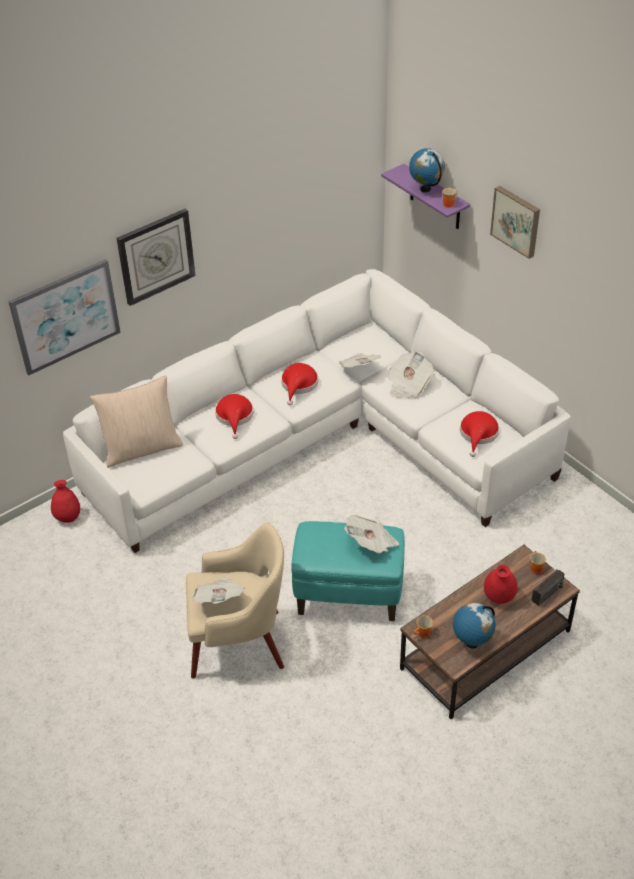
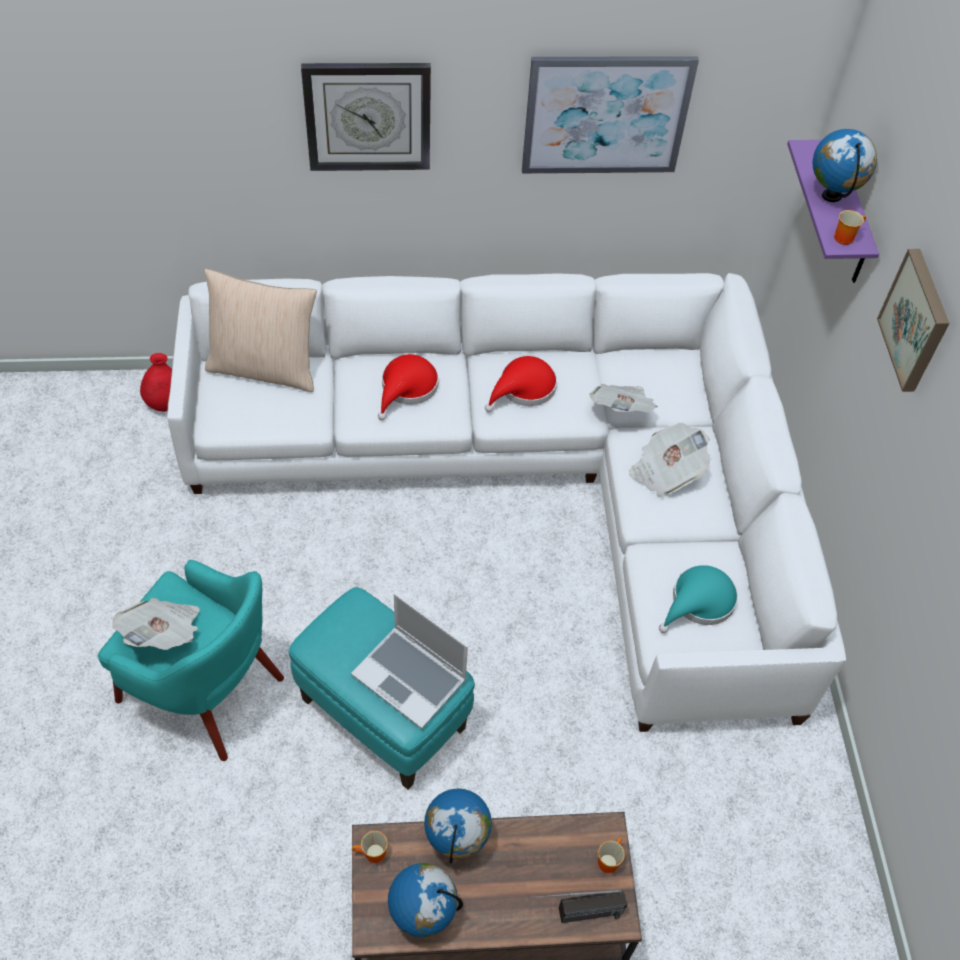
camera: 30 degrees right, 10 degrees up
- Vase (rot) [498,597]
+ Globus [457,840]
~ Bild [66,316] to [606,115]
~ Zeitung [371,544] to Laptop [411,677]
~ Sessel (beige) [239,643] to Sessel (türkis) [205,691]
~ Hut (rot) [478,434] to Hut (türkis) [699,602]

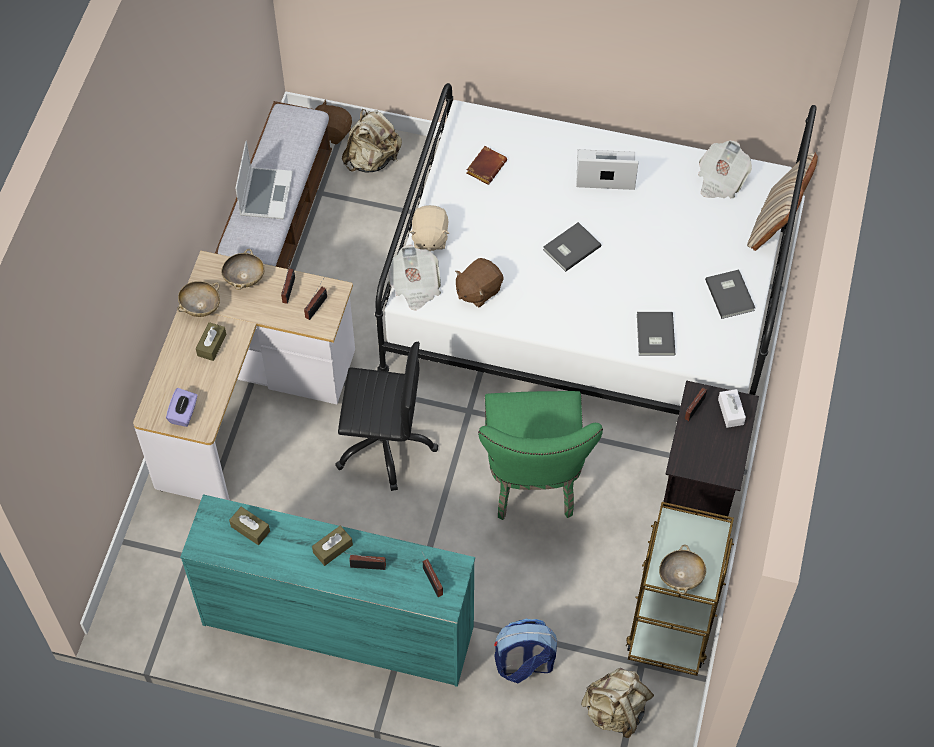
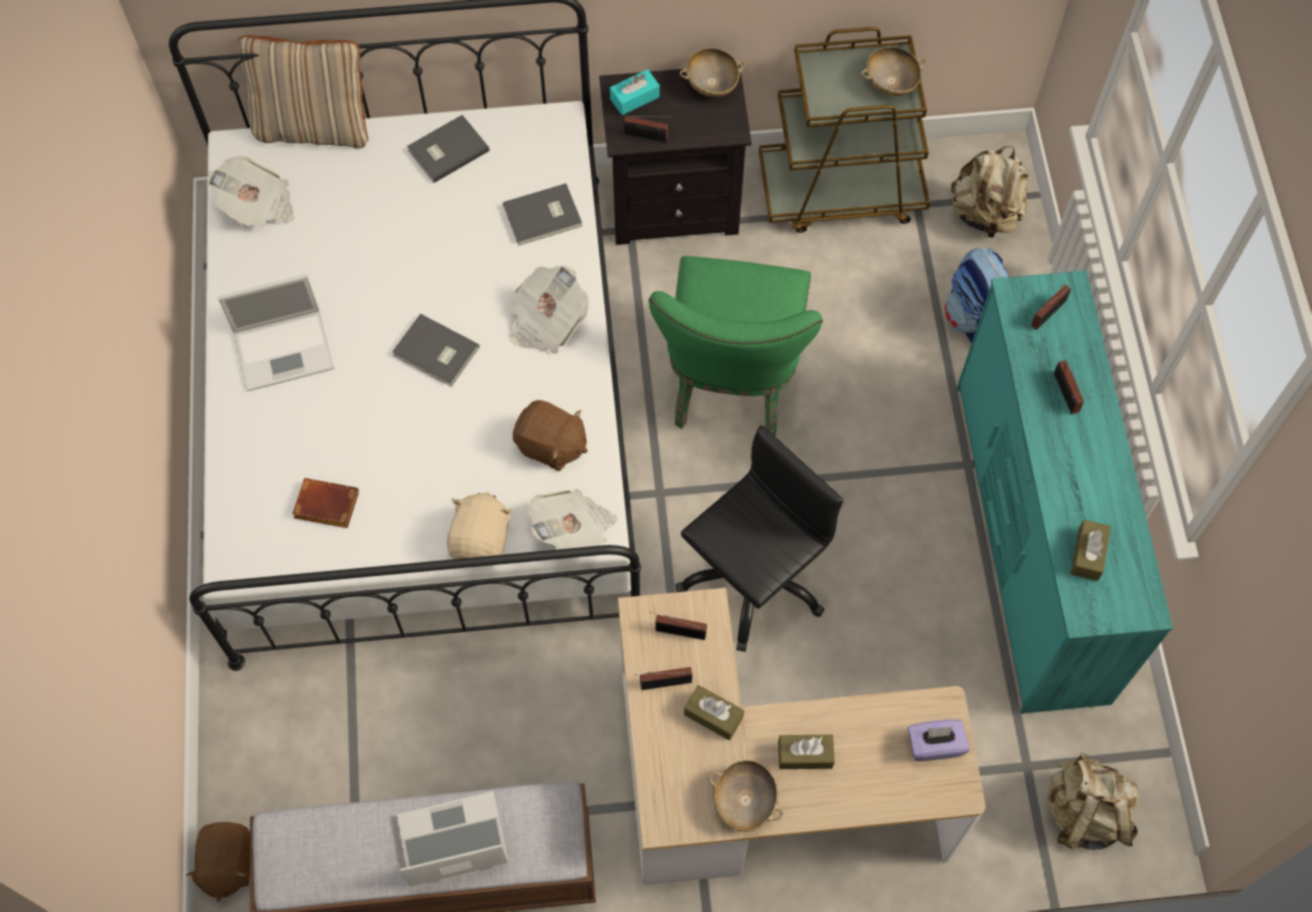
camera: 110 degrees left, 5 degrees up
+ Zeitung [547,321]
~ Schüssel (beige) [244,278] to [712,84]
~ Taschentuchbox (braun) [332,549] to [713,716]
~ Rucksack (beige) [372,159] to [1084,813]
~ Taschentuchbox (weiß) [730,412] to Taschentuchbox (türkis) [634,98]
~ Bürostuhl (schwarz) [384,444] = [752,579] 60 degrees clockwise
~ Plüschtier (beige) [429,237] = [481,540] 60 degrees counterclockwise
~ Stuhl (grün) [533,481] = [732,384] 120 degrees clockwise
~ Laptop [604,171] = [285,349] 90 degrees counterclockwise

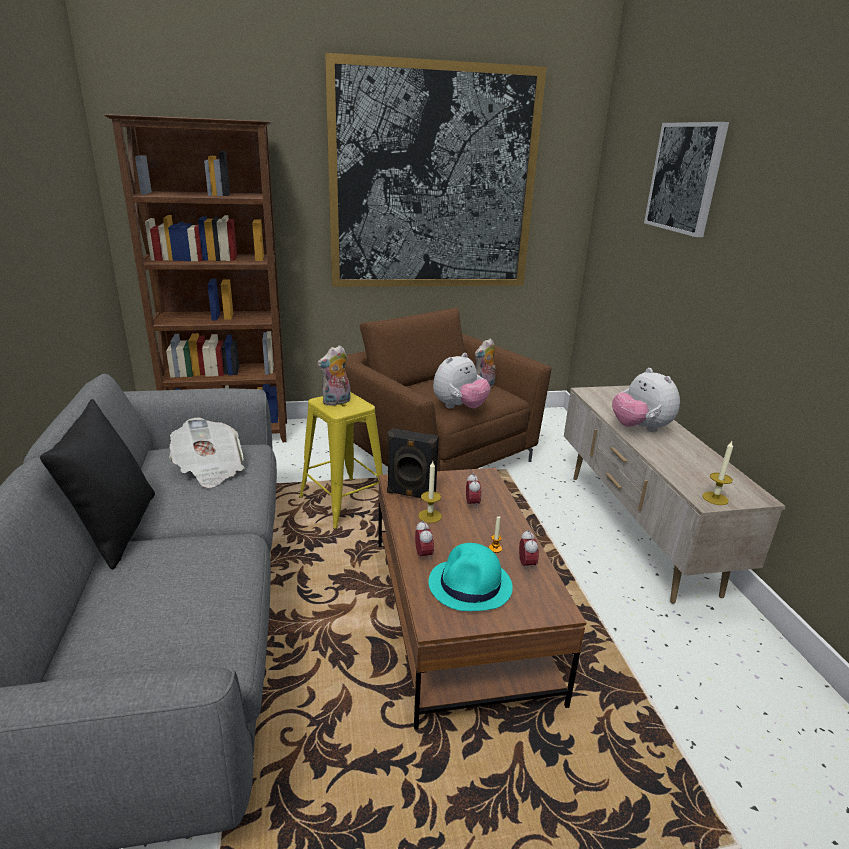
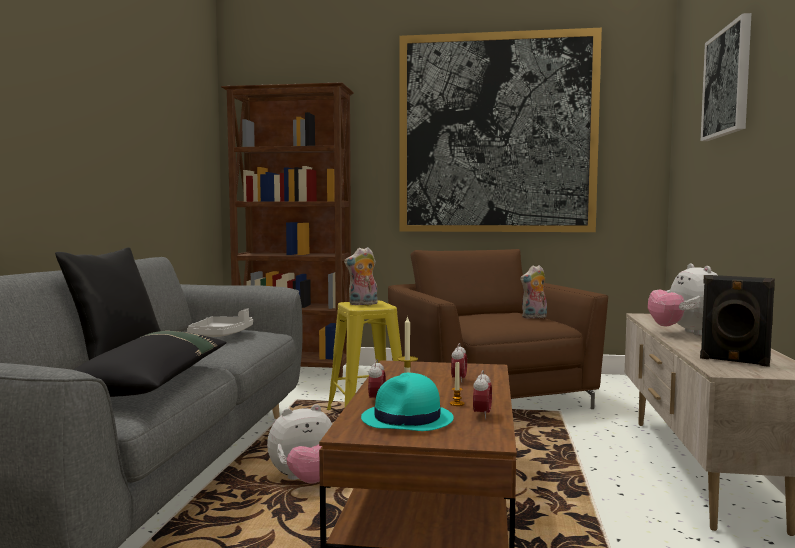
camera: 20 degrees right, 20 degrees down
- Kerze [715,498]
+ Kissen (schwarz) [153,380]
~ Lautsprecher (schwarz) [411,494] to [734,361]
~ Plüschtier [459,407] to [305,481]
~ Zeitung [209,469] to Tablett (grau) [221,335]

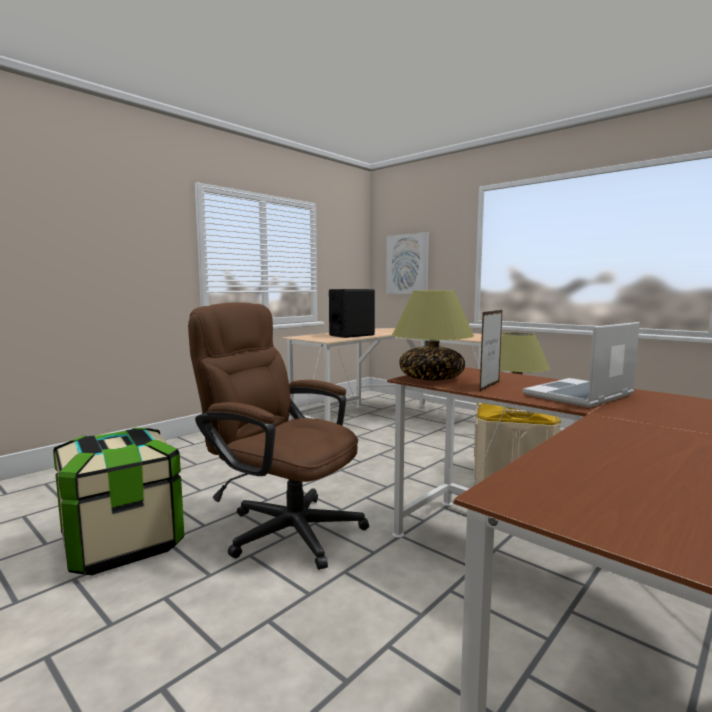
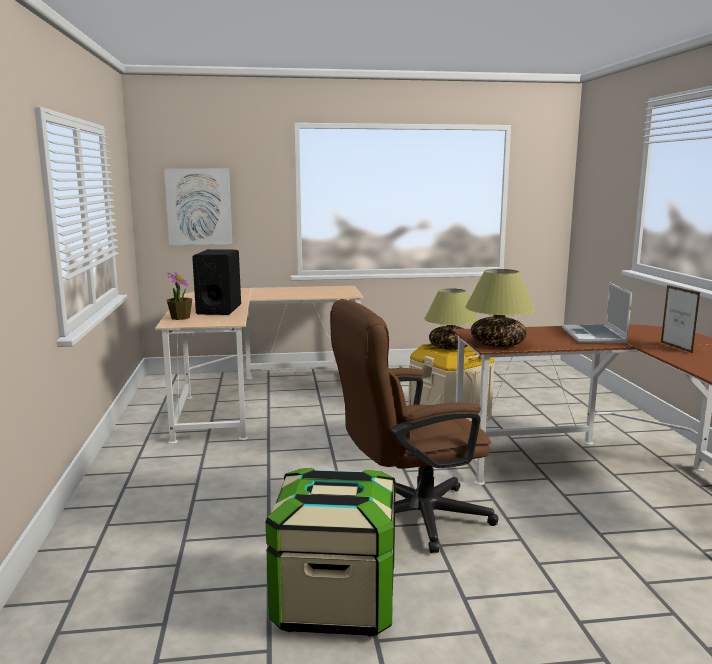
camera: 50 degrees left, 5 degrees up
+ Topfpflanze [180,317]
~ Bilderrahmen [489,386] to [676,347]

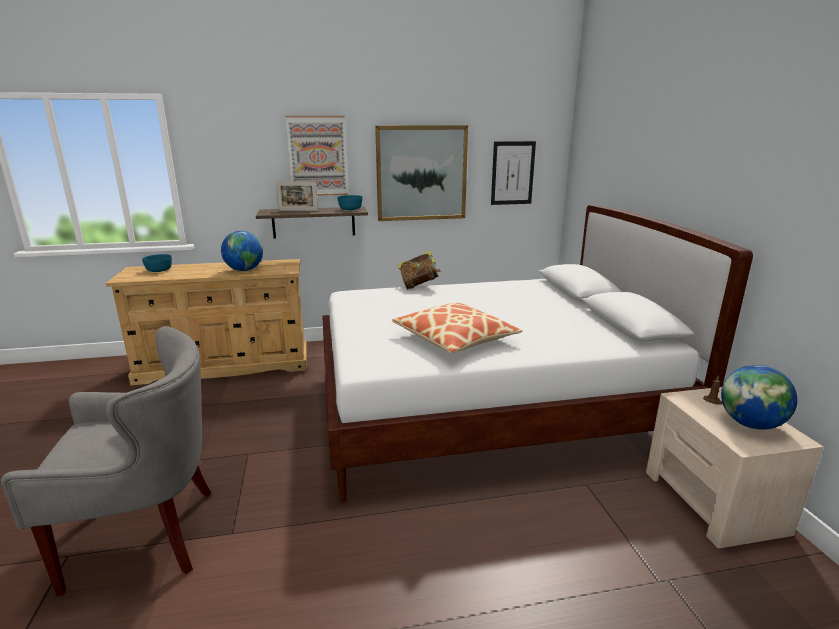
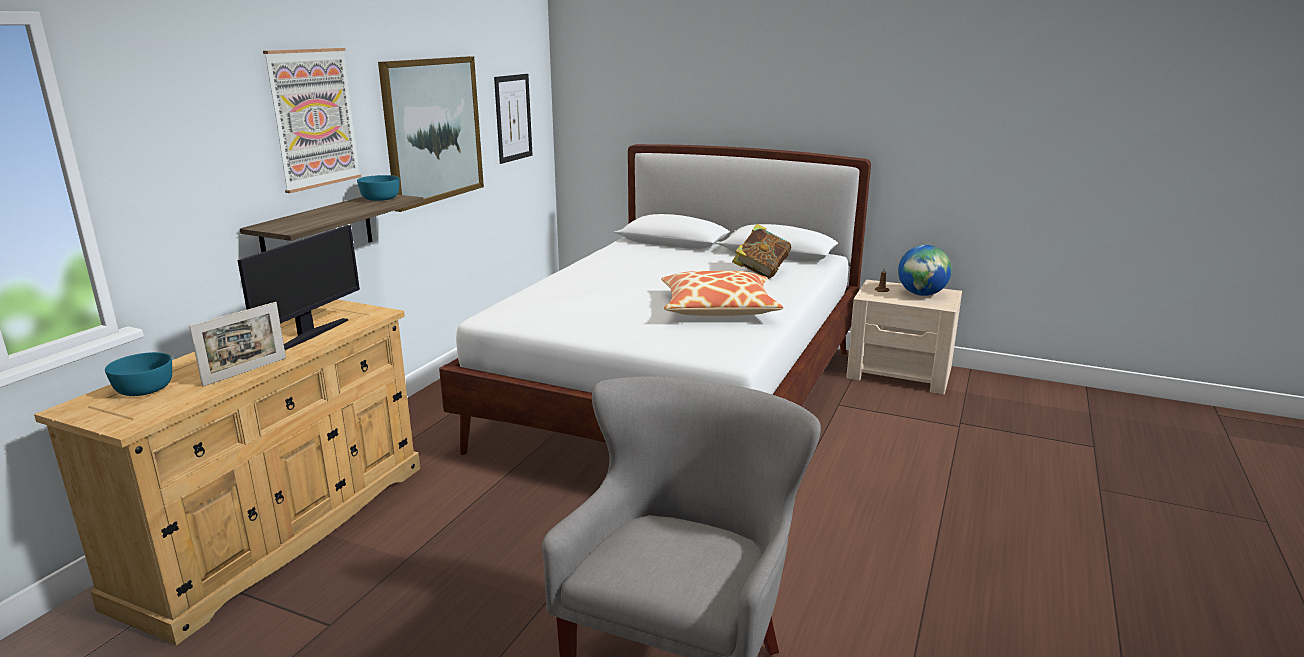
camera: 55 degrees left, 0 degrees up
~ Bilderrahmen [298,210] to [245,371]
~ Buch [419,285] to [761,272]
~ Globus [244,270] to Monitor [310,335]

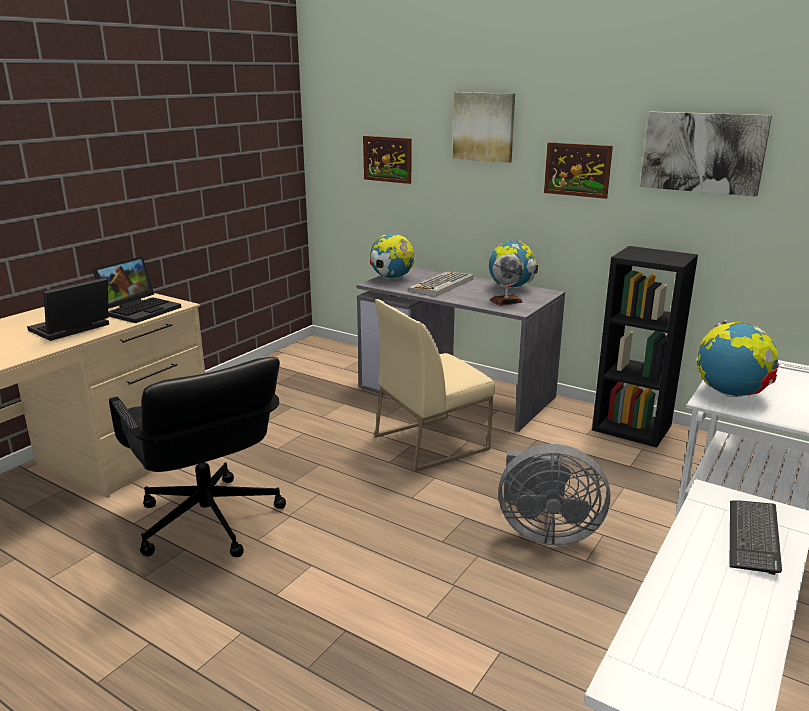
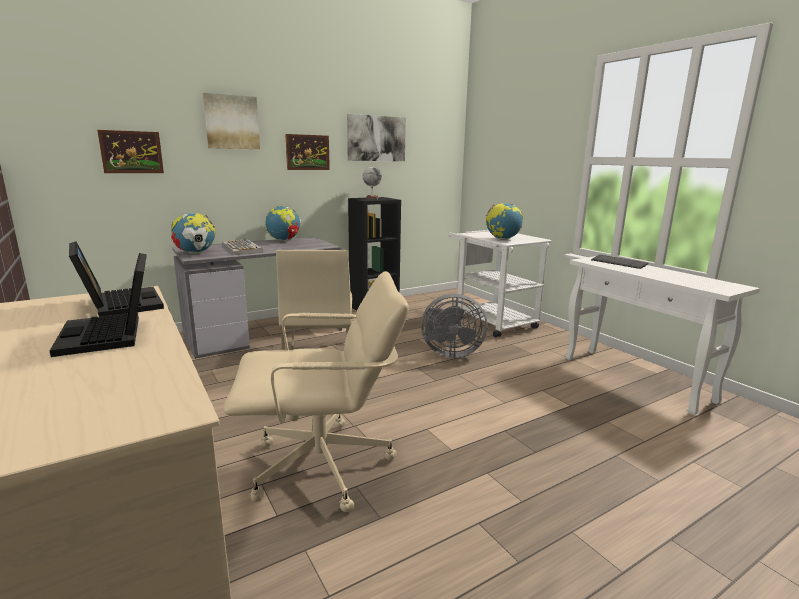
camera: 65 degrees left, 5 degrees down
~ Globus [506,301] to [372,198]
~ Bürostuhl (schwarz) [208,522] to Bürostuhl (beige) [323,466]
~ Ventilator (grau) [545,532] = [449,353] 60 degrees clockwise

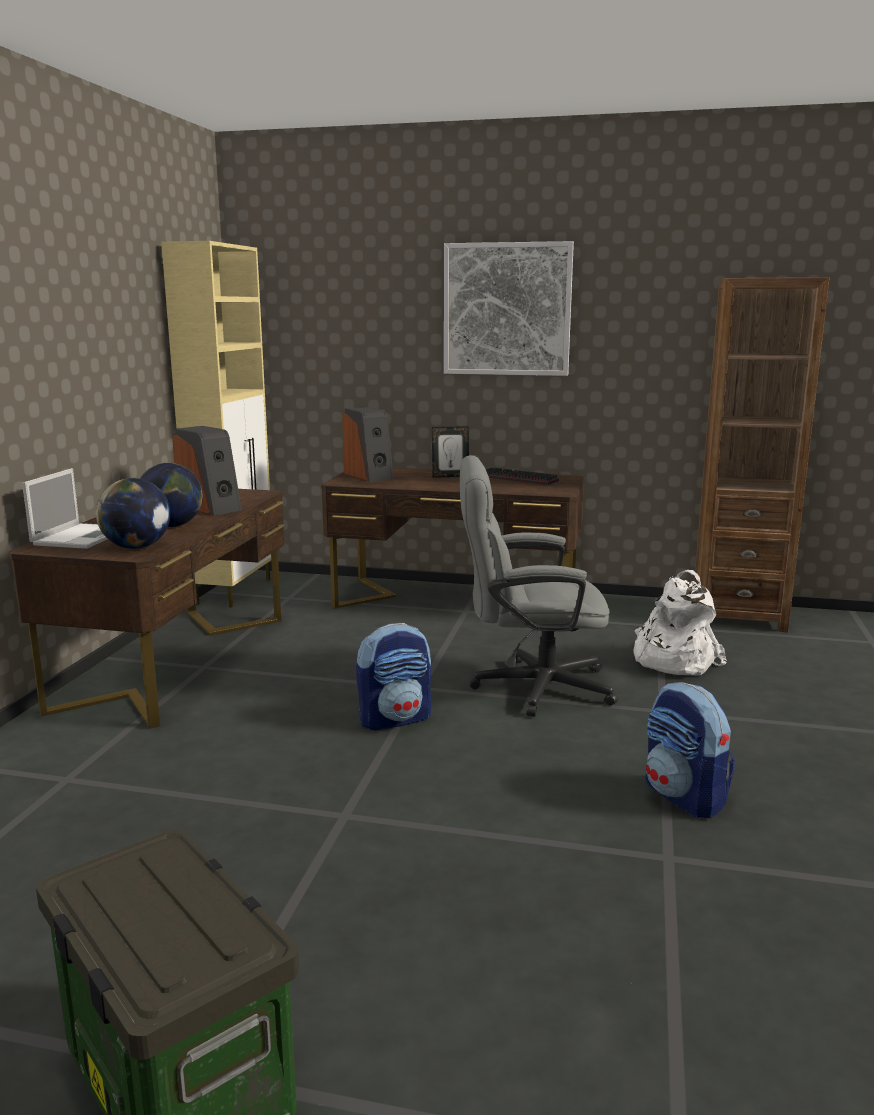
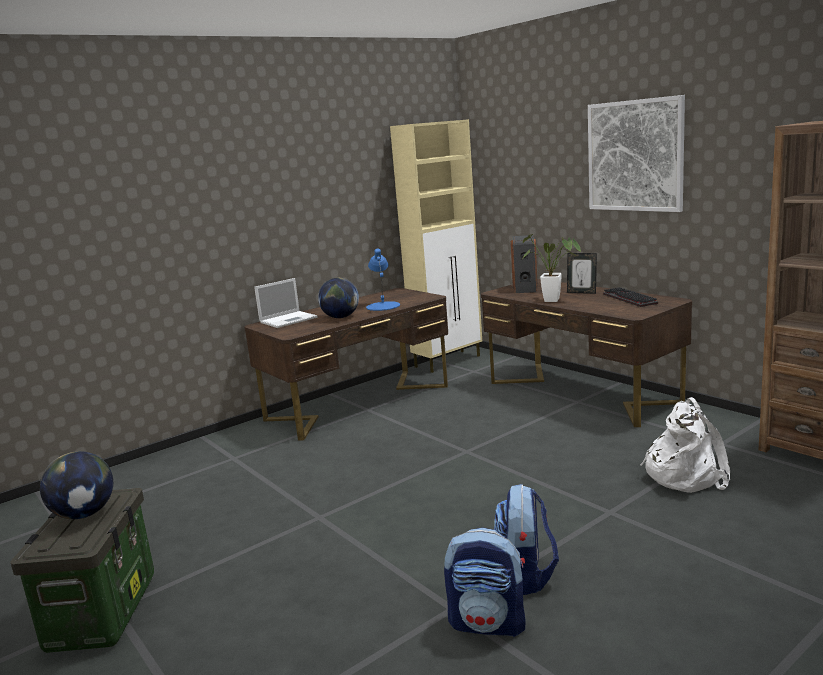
camera: 40 degrees right, 0 degrees up
- Bürostuhl (grau) [529,687]
+ Topfpflanze [555,300]
~ Globus [137,547] to [84,514]
~ Rucksack [395,719] to [488,623]
~ Lautsprecher [210,508] to Tischlampe (blau) [383,306]

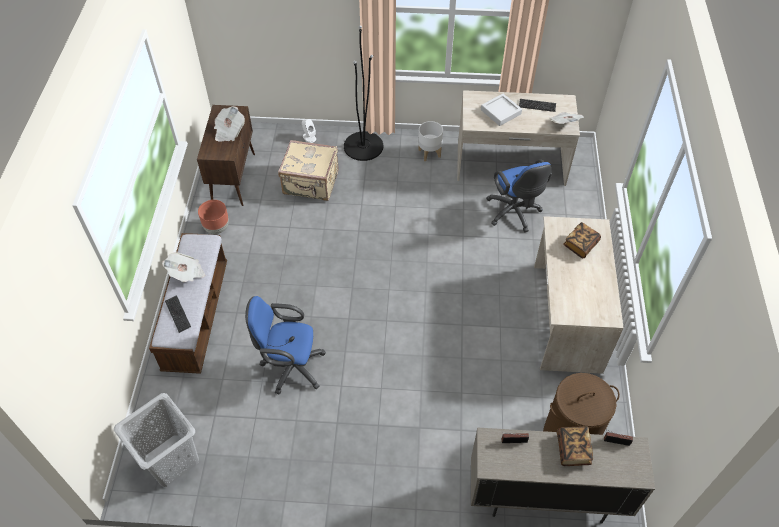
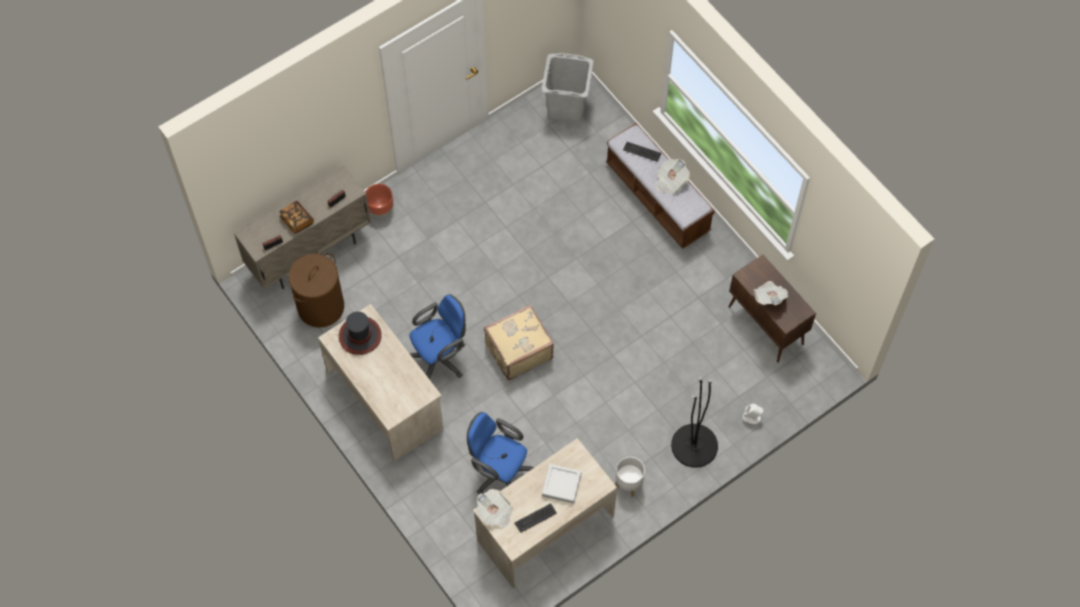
camera: 140 degrees right, 10 degrees up
- Buch [580,245]
+ Hut [360,336]
~ Pflanzkübel (braun) [217,227] to [380,210]
~ Bürostuhl (blau) [290,367] to [440,358]
~ Koffer (beige) [311,183] to [518,350]

